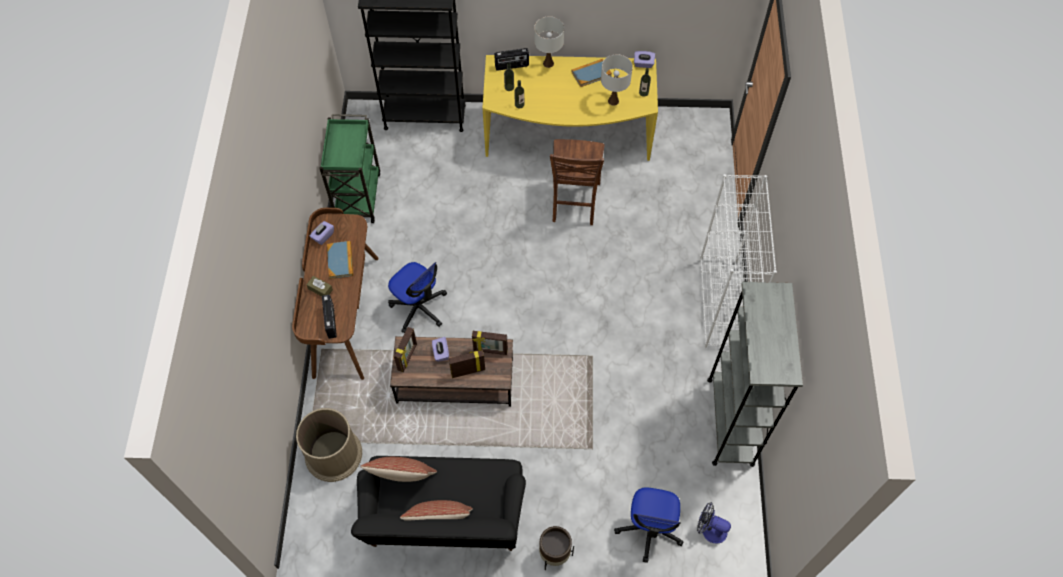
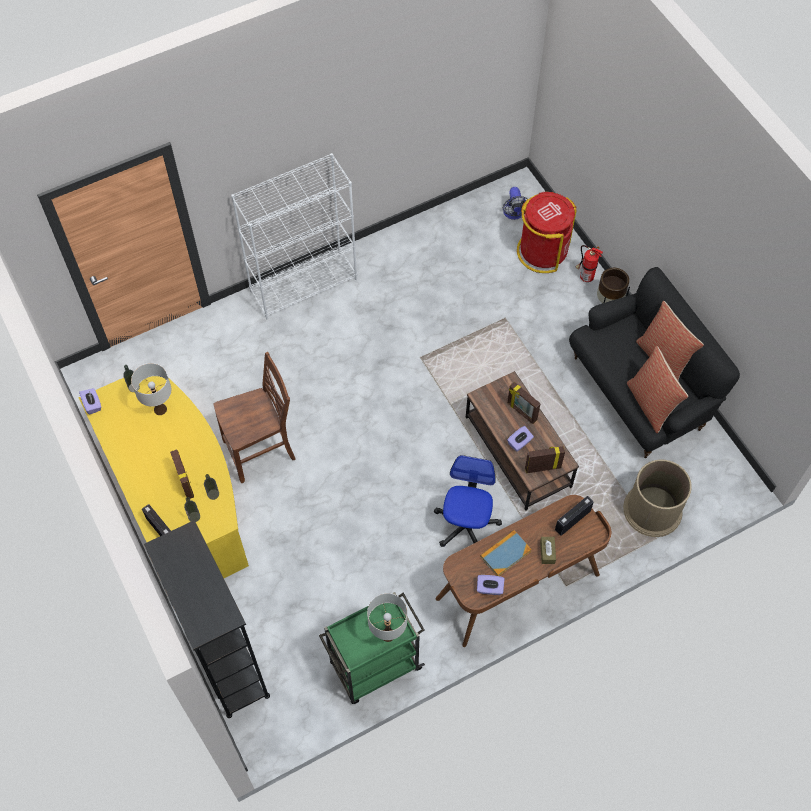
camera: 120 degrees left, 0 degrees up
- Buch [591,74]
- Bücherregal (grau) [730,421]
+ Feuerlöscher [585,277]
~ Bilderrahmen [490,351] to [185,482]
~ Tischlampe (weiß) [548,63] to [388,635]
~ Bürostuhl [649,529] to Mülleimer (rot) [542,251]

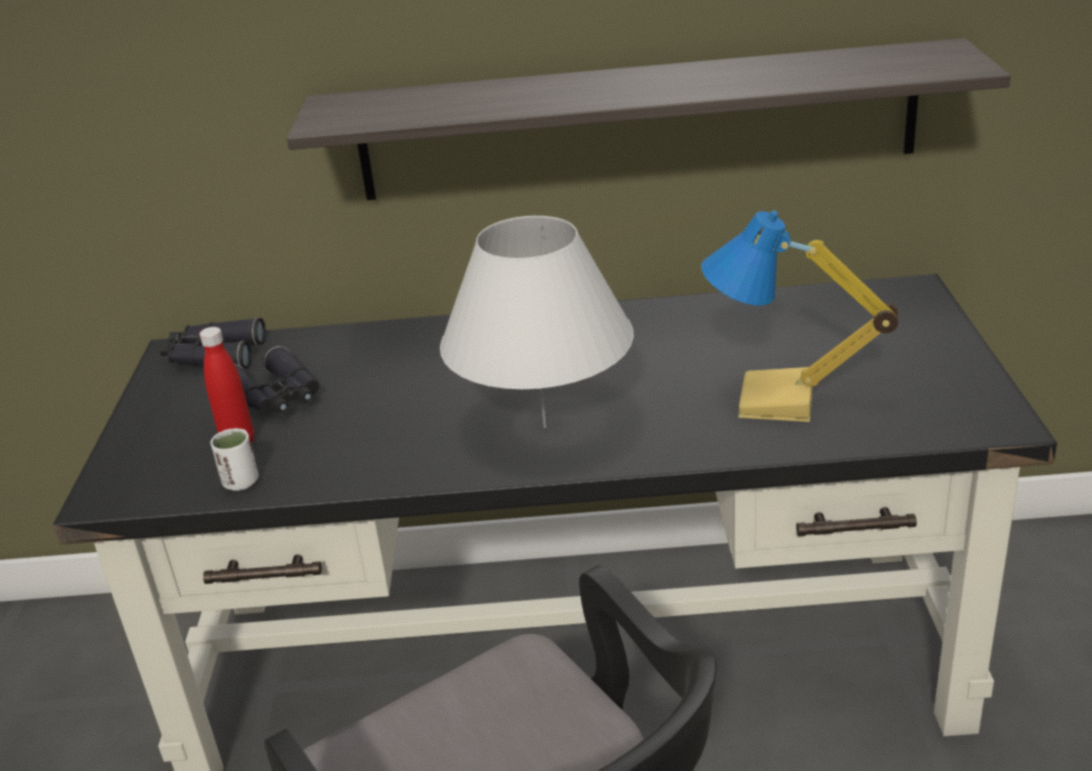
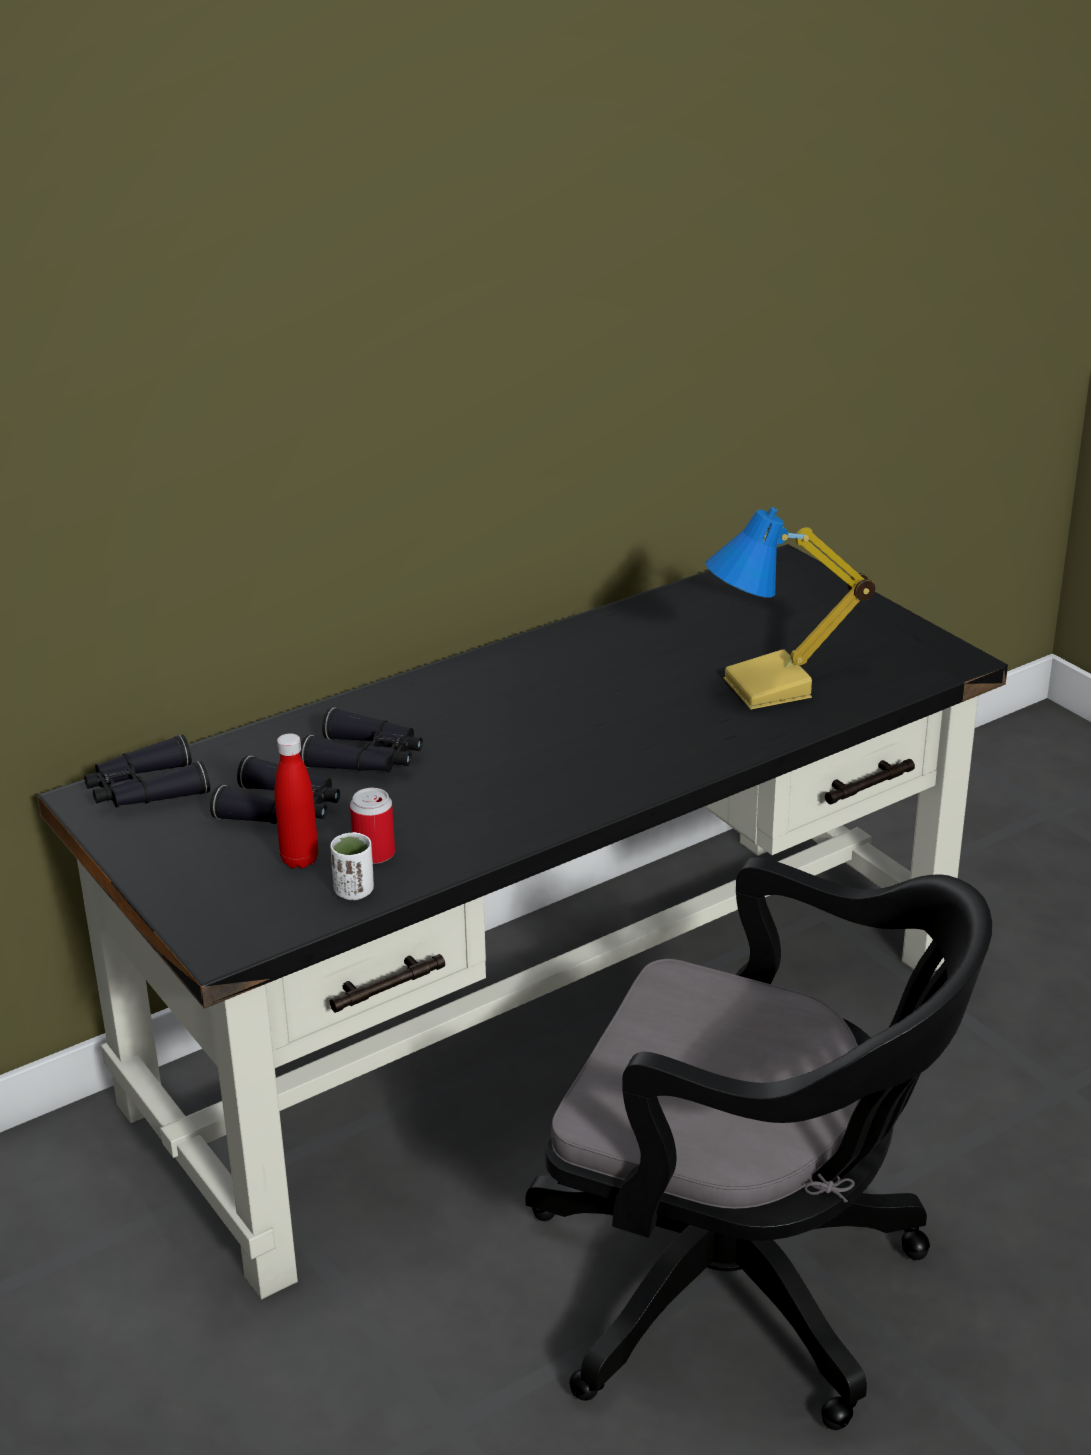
camera: 35 degrees left, 0 degrees up
- Wandregal [636,122]
- Tischlampe (weiß) [544,427]
+ Fernglas (schwarz) [366,758]
+ Dose [374,854]

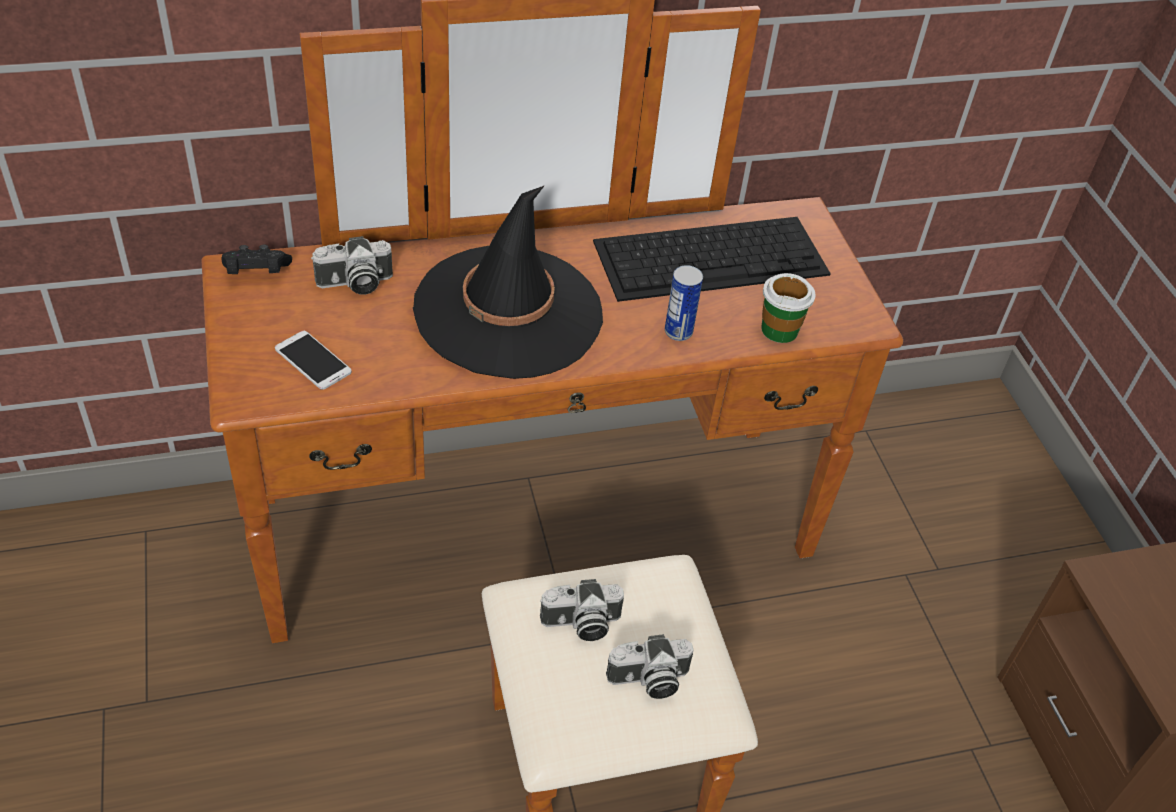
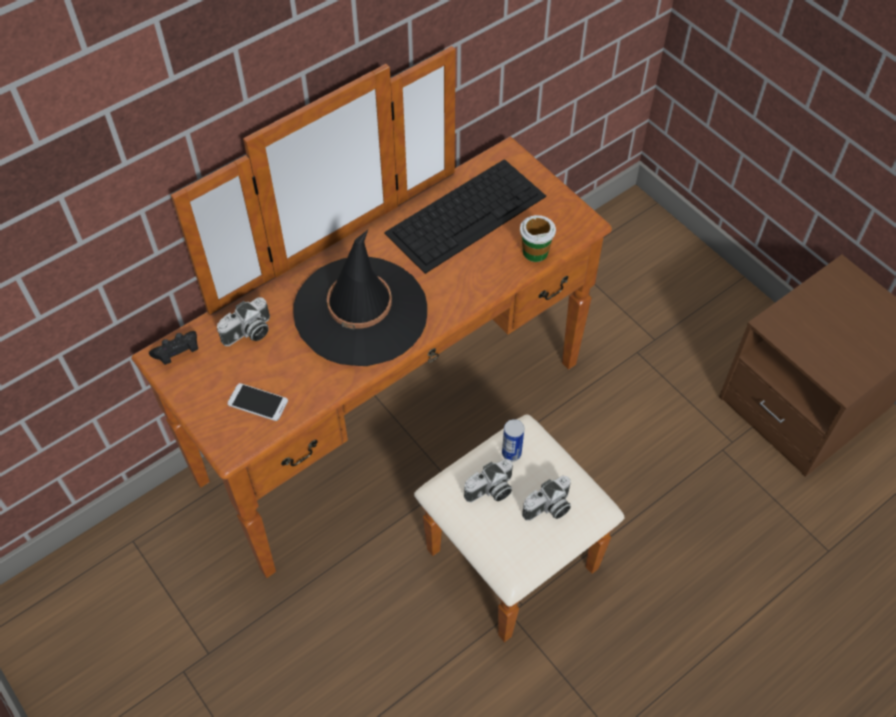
camera: 20 degrees left, 10 degrees up
~ Dose [678,332] to [511,453]

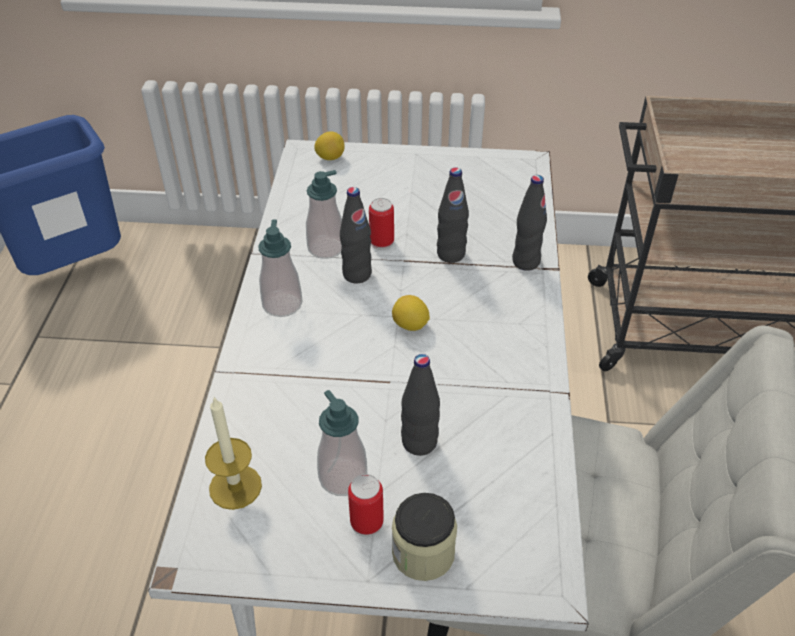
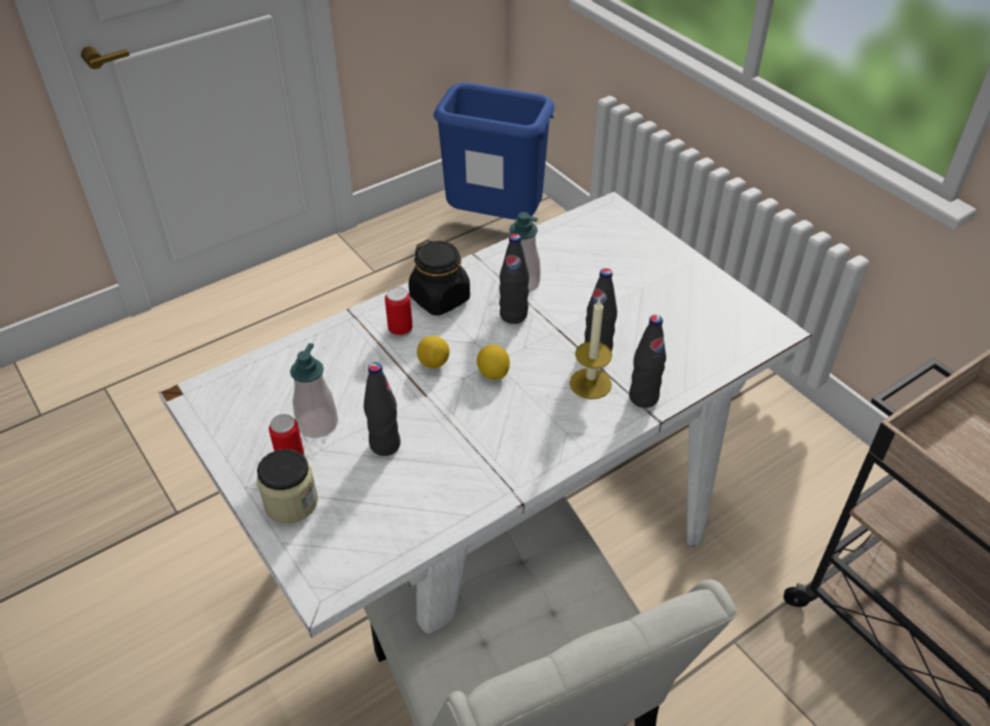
camera: 50 degrees right, 0 degrees up
~ Kerze [235,487] to [590,383]
~ Zitrone [330,157] to [433,363]
~ Dose [381,242] to [400,329]
~ Seifenspender [282,304] to Vorratsglas (schwarz) [440,299]

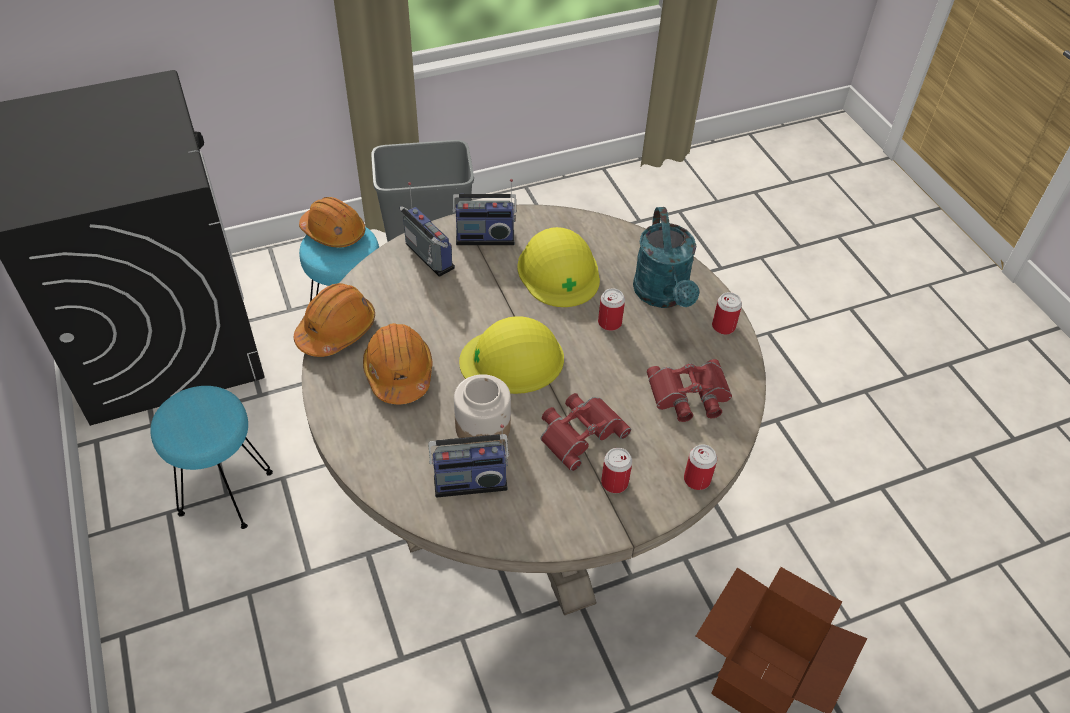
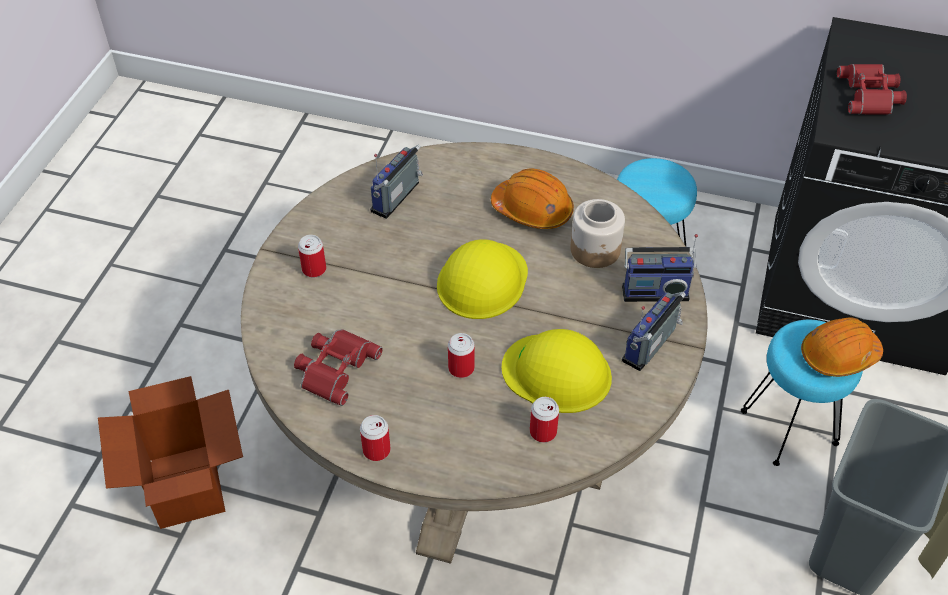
camera: 130 degrees right, 0 degrees up
- Schutzhelm (orange) [336,330]
- Gießkanne (türkis) [663,295]
~ Vorratsglas [483,427] to [595,250]
~ Fernglas (rot) [579,431] to [871,95]
~ Dose [697,479] to [543,432]

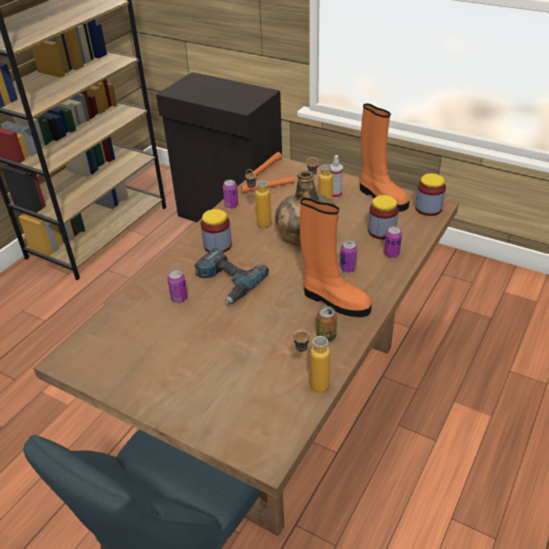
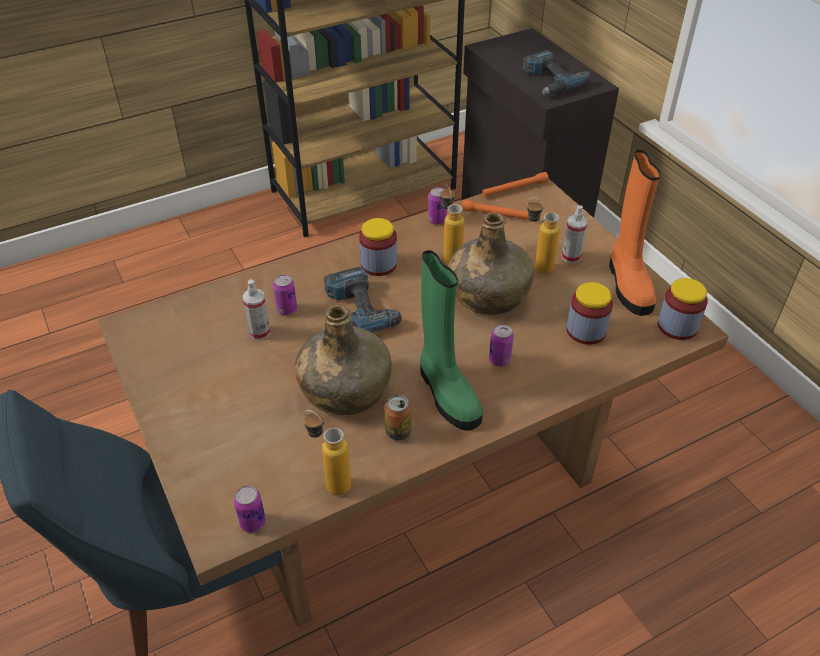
camera: 30 degrees right, 5 degrees up
+ Sprühflasche [260,332]
+ Flasche (grün) [345,390]
+ Bohrmaschine [549,81]
~ Dose [391,254] to [253,522]
~ Stiefel (orange) [334,300] to Stiefel (grün) [446,393]

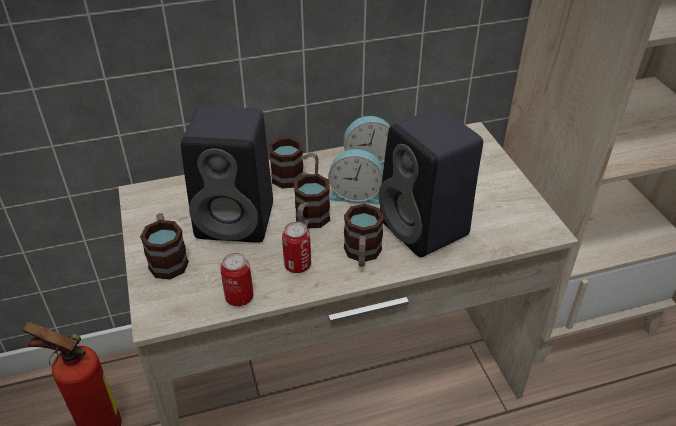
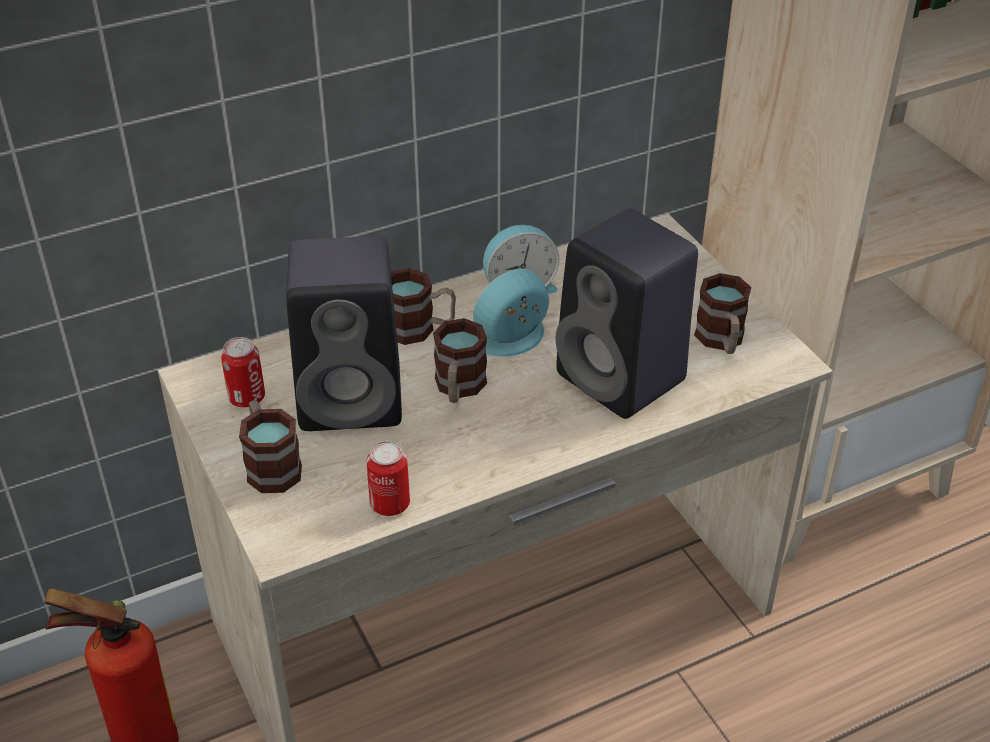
camera: 10 degrees left, 0 degrees up
~ Dose [297,265] to [247,397]
~ Henkelbecher [362,254] to [721,341]
~ Wecker [356,194] = [514,341] 150 degrees clockwise

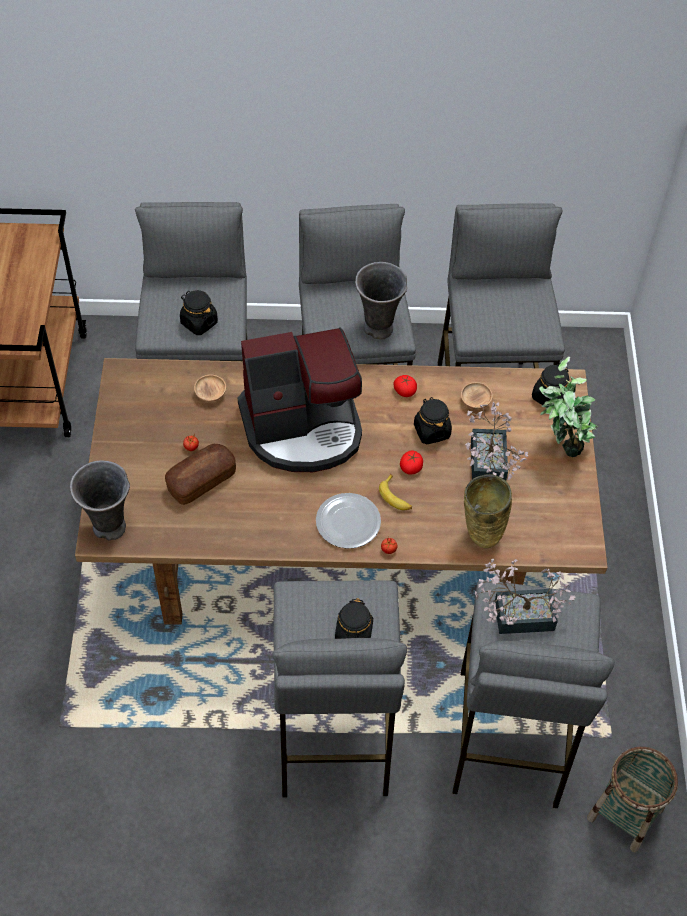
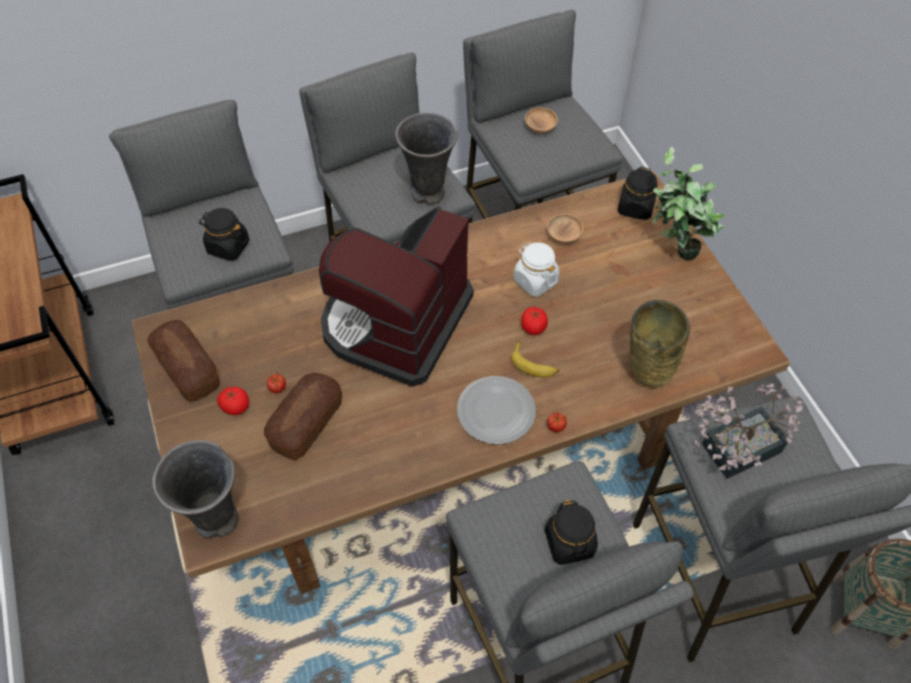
camera: 20 degrees left, 0 degrees up
- Topfpflanze [487,467]
+ Brot [188,369]
~ Schüssel (braun) [210,394] to [540,127]
~ Tomate [405,391] to [235,406]
~ Vorratsglas (schwarz) [431,431] to Vorratsglas (weiß) [535,281]
~ Kaffeemaschine [303,428] = [396,323] 150 degrees clockwise

